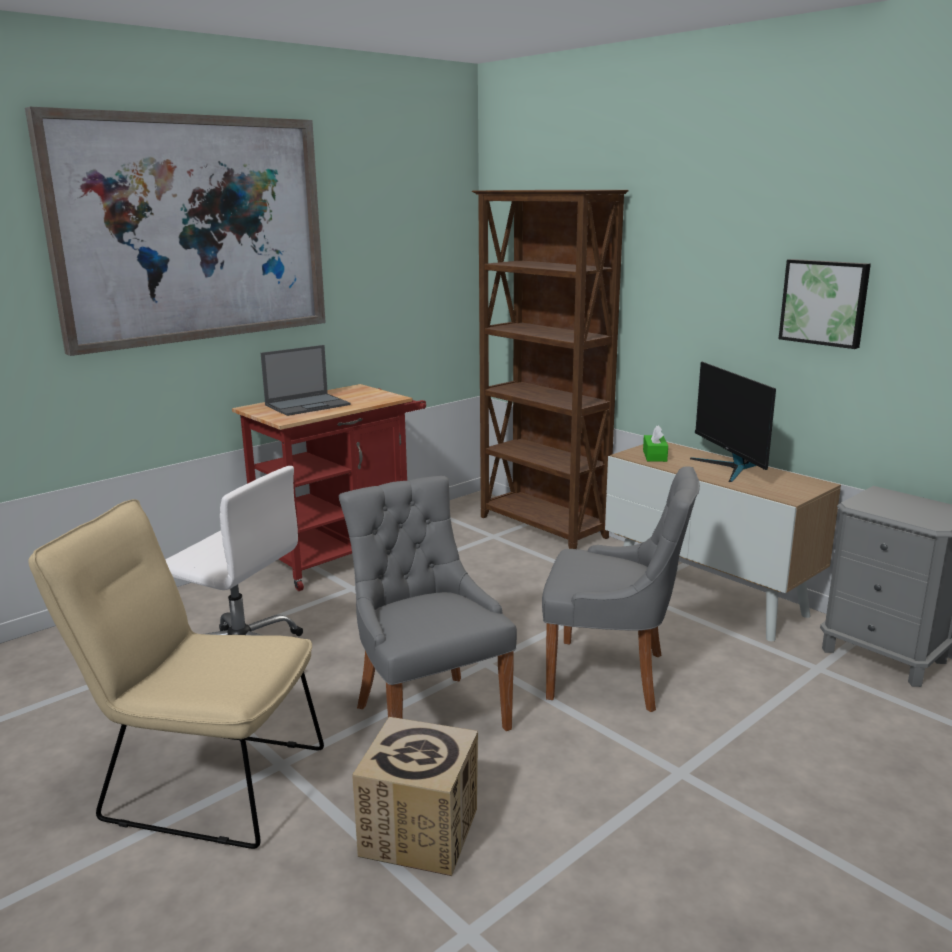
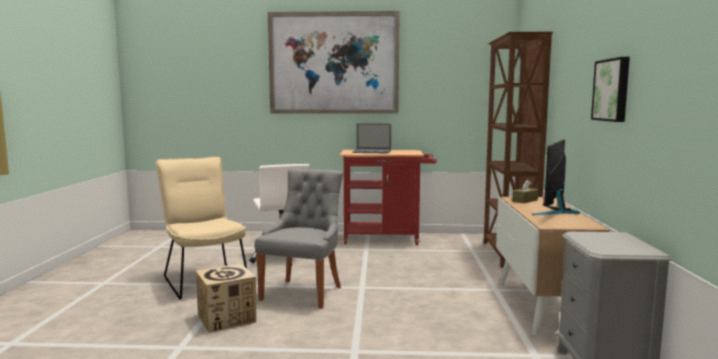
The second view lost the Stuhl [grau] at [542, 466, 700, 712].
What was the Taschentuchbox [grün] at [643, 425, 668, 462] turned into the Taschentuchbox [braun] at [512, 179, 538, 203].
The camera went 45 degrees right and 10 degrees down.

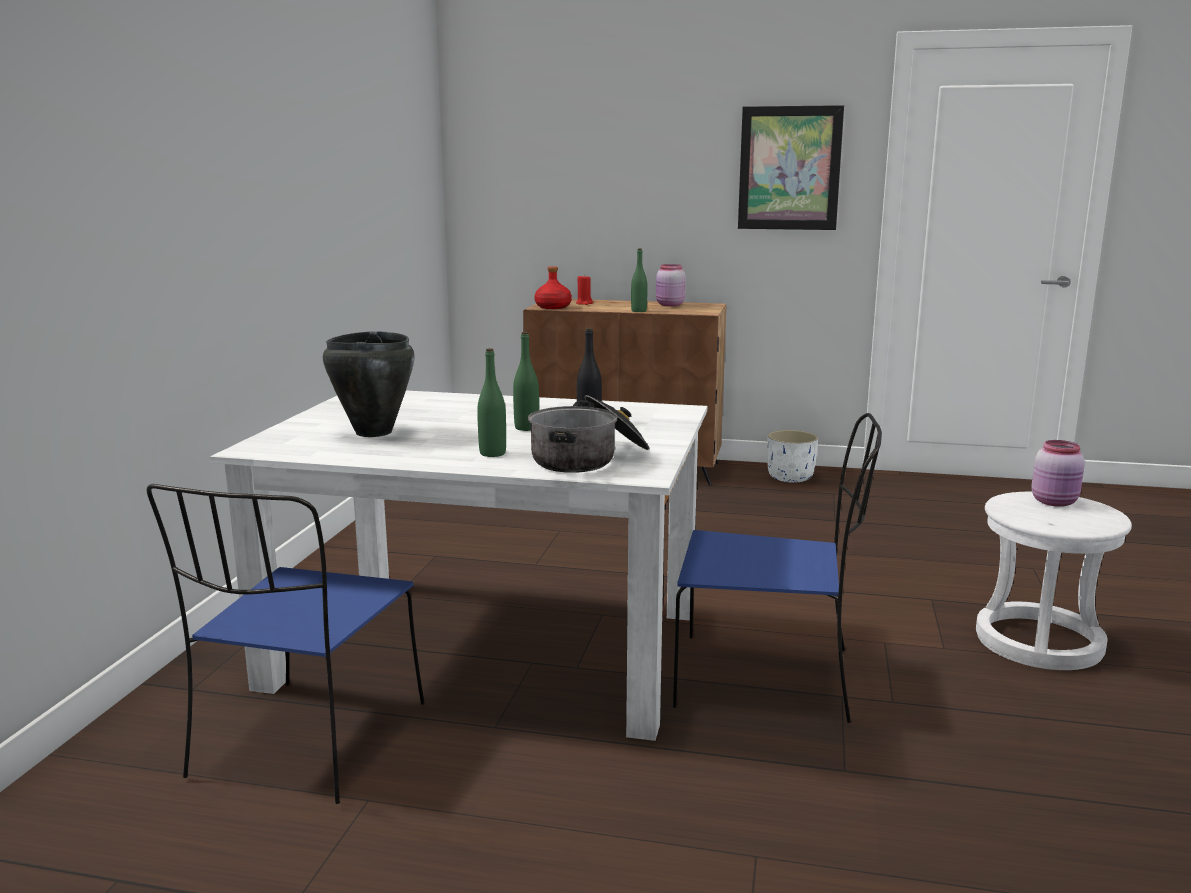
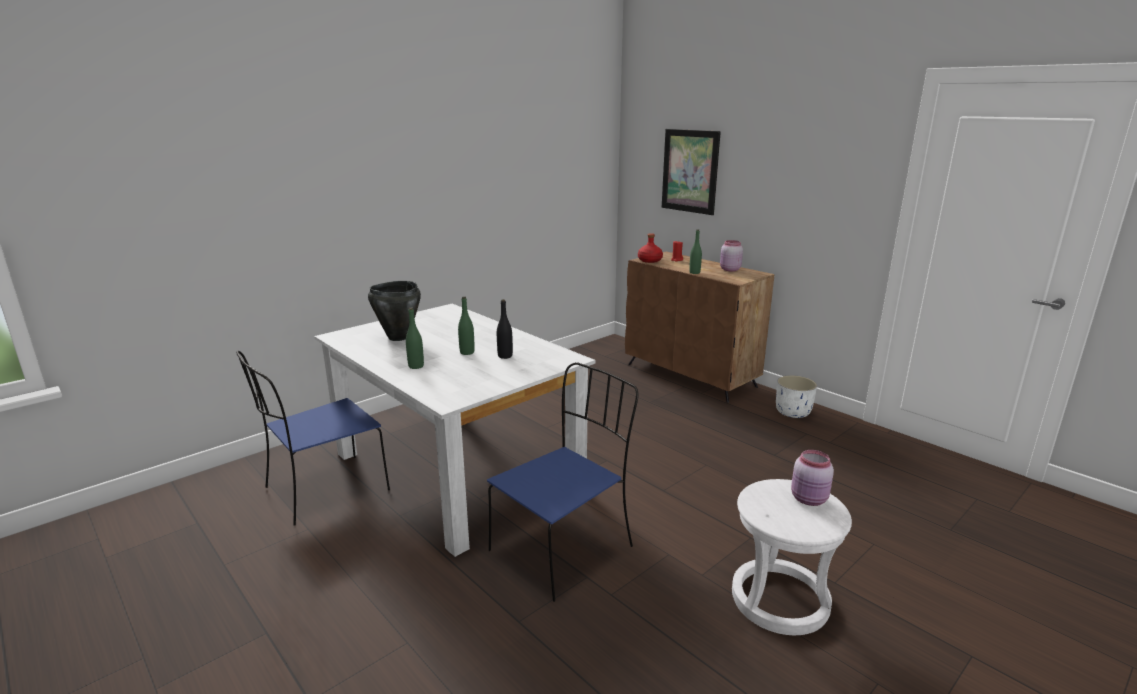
The second view lost the Kochtopf at [528, 395, 650, 473].
The Bild ended up elsewhere, having gone from [738, 105, 844, 230] to [662, 129, 721, 215].
The Stuhl [blau] at [673, 413, 882, 723] ended up facing another way, 90 degrees counterclockwise from before.
The camera went 35 degrees right and 5 degrees up.

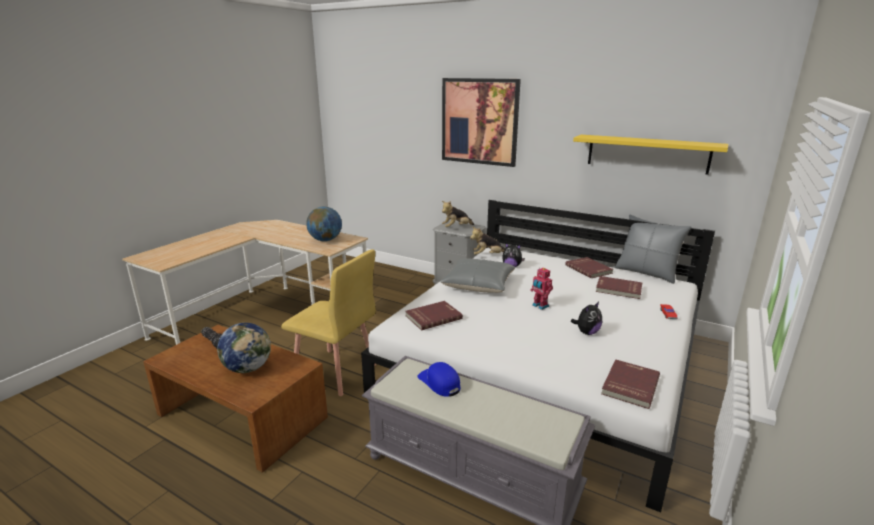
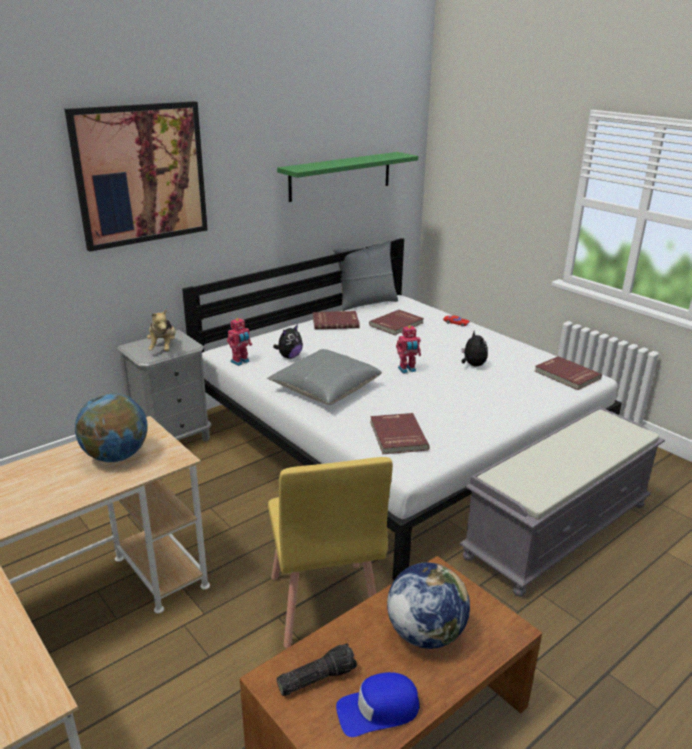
The Kappe [blau] ended up elsewhere, having gone from [417, 362, 461, 397] to [336, 672, 420, 737].
Where the Plüschtier stood at [470, 227, 505, 255], the Spielzeugroboter came to stand at [227, 318, 252, 366].
What was the Wandregal [gelb] at [573, 135, 729, 175] turned into the Wandregal [grün] at [277, 152, 418, 202].
The Stuhl [gelb] at [281, 249, 376, 396] ended up facing another way, 120 degrees clockwise from before.
The camera went 70 degrees left and 5 degrees up.

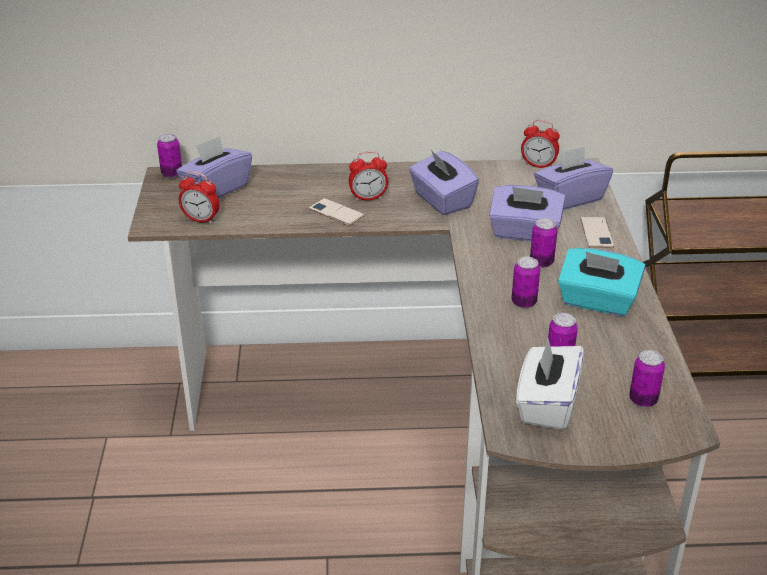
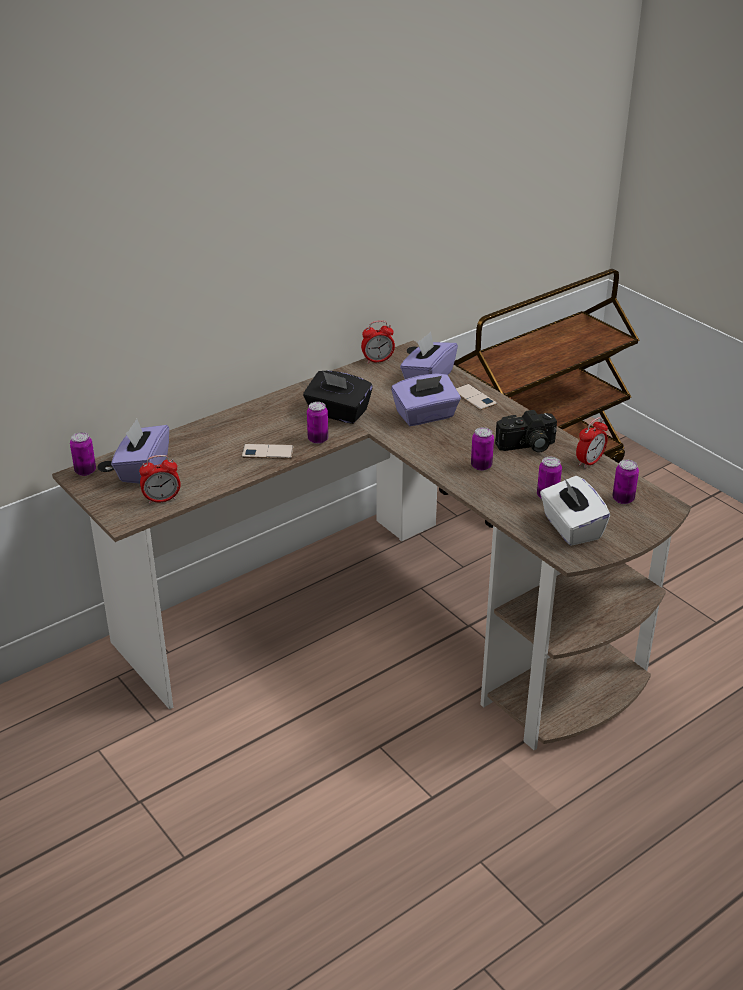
The Wecker ended up elsewhere, having gone from [349, 151, 388, 201] to [576, 417, 608, 469].
The Dose ended up elsewhere, having gone from [530, 218, 558, 268] to [307, 402, 328, 444].
Where the Taschentuchbox [türkis] stood at [558, 248, 645, 316], the Kamera came to stand at [495, 410, 557, 453].
What was the Taschentuchbox [lila] at [409, 150, 479, 215] turned into the Taschentuchbox [schwarz] at [303, 370, 373, 424].
The camera went 35 degrees left and 0 degrees up.

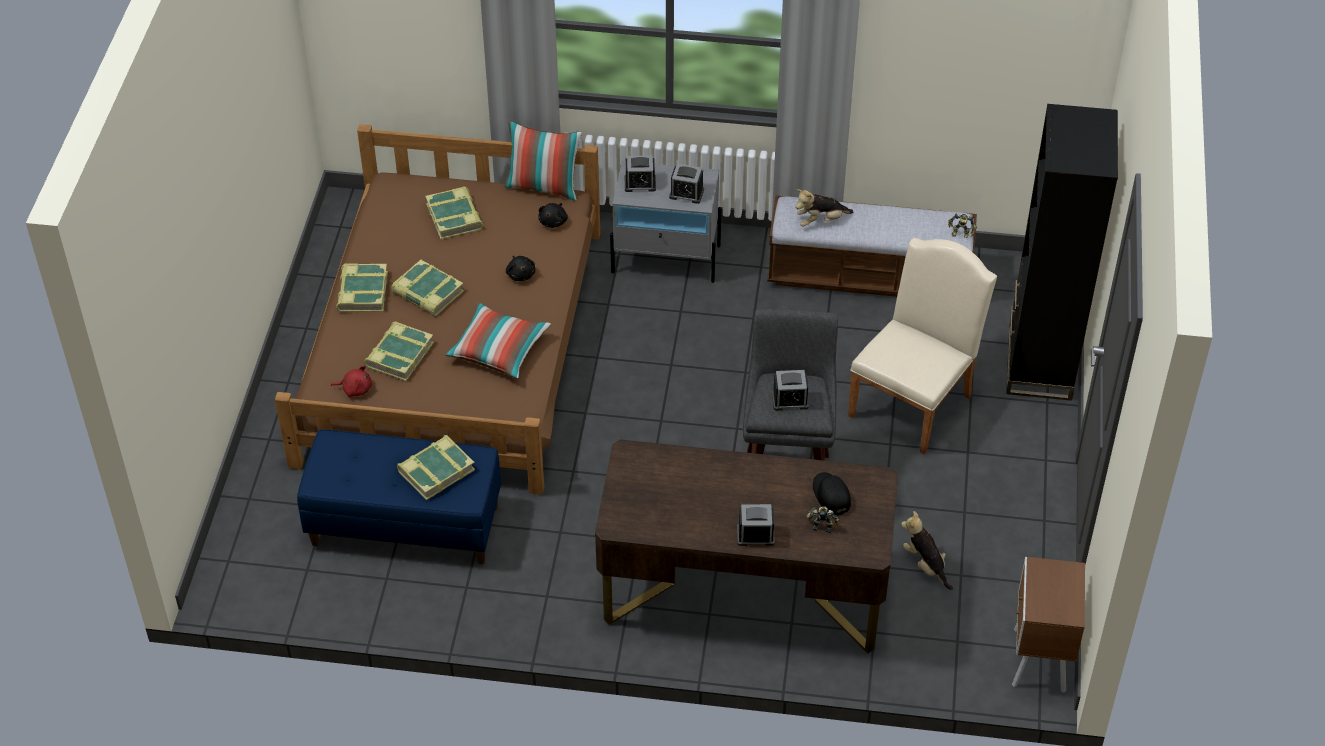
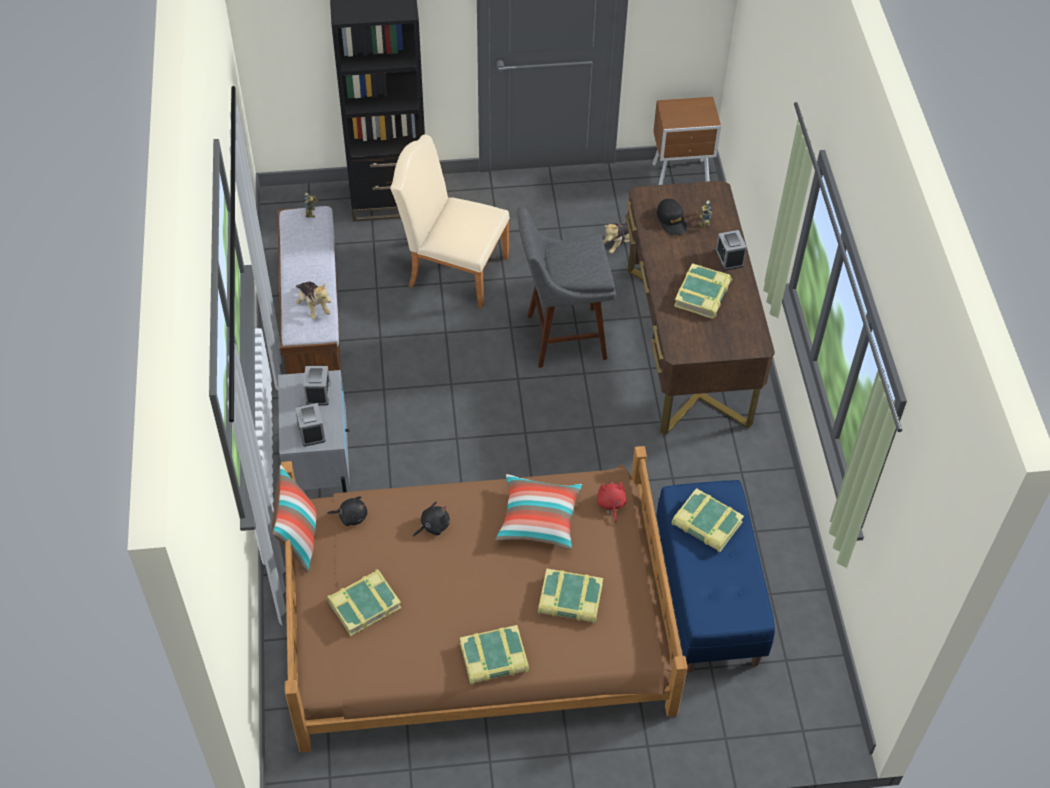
The second view lost the Wecker at [772, 370, 809, 411].
The Plüschtier [rot] ended up elsewhere, having gone from [331, 366, 372, 397] to [597, 479, 627, 523].
The Buch ended up elsewhere, having gone from [391, 260, 464, 316] to [674, 263, 732, 319].
The Kappe [schwarz] at [813, 472, 851, 516] ended up facing another way, 75 degrees counterclockwise from before.
The camera went 105 degrees left and 5 degrees up.

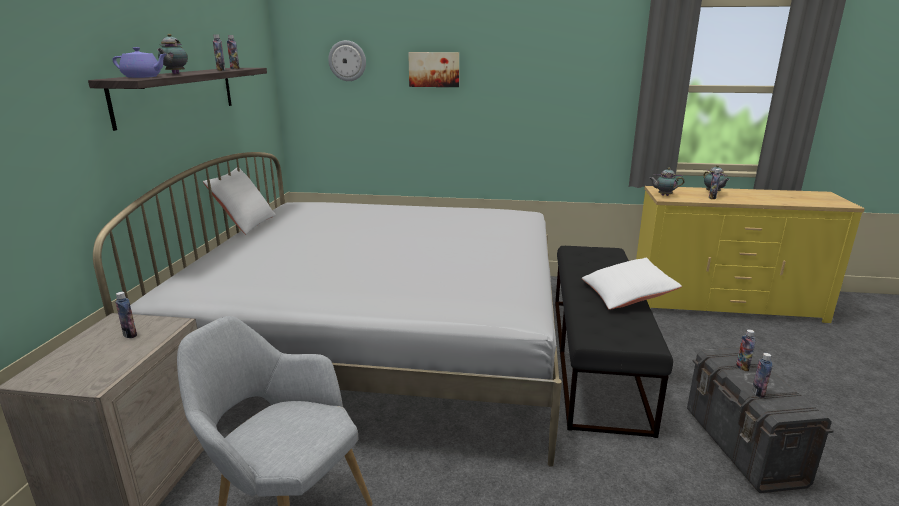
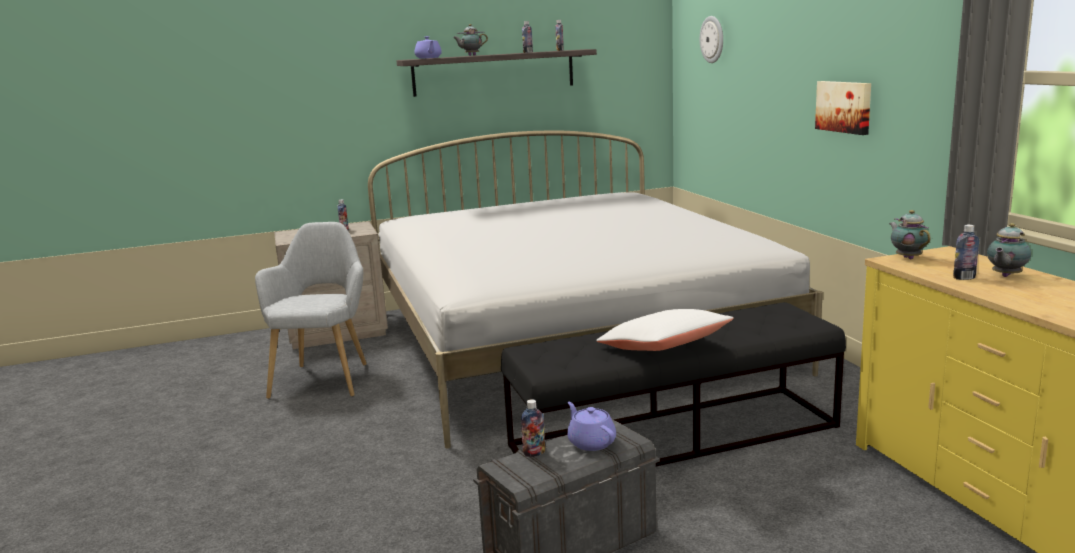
The second view lost the Kissen [weiß] at [203, 168, 276, 234].
The Bild ended up elsewhere, having gone from [408, 52, 459, 87] to [815, 81, 871, 135].
Where the Flasche stood at [736, 329, 756, 371], the Teekanne [lila] came to stand at [567, 402, 616, 451].
The camera went 65 degrees right and 5 degrees down.

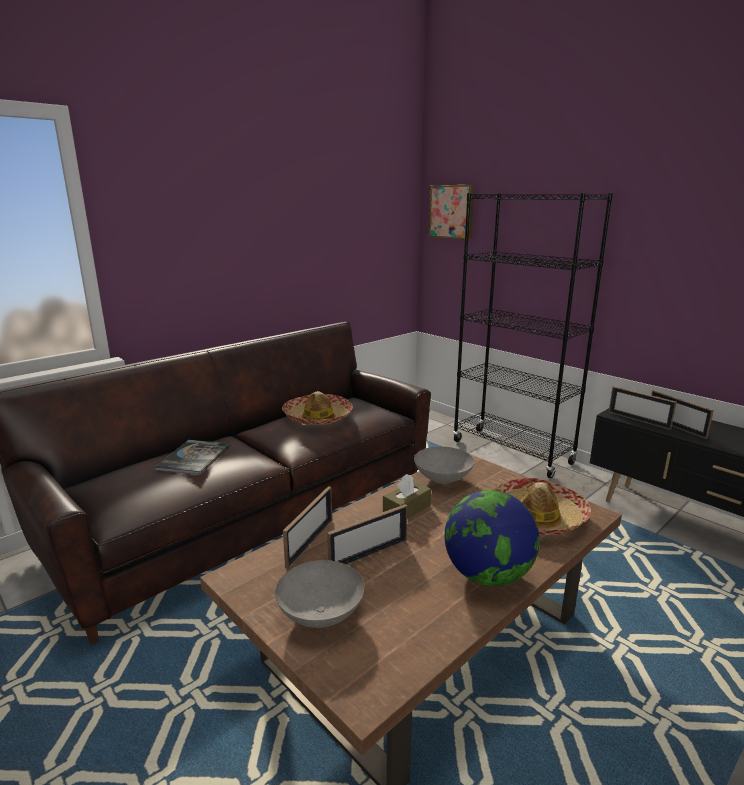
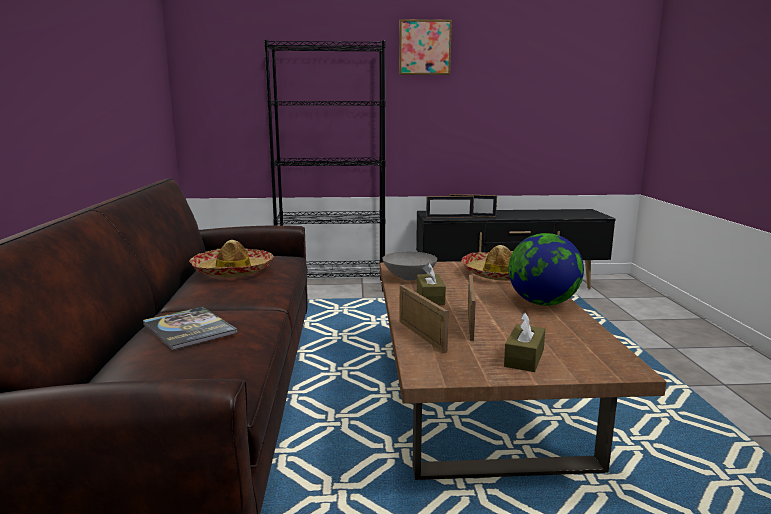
The Bild ended up elsewhere, having gone from [429, 185, 475, 239] to [399, 19, 452, 75].
Where the Schüssel [grau] stood at [275, 560, 365, 628], the Taschentuchbox [braun] came to stand at [504, 313, 545, 372].
The camera went 50 degrees left and 5 degrees down.

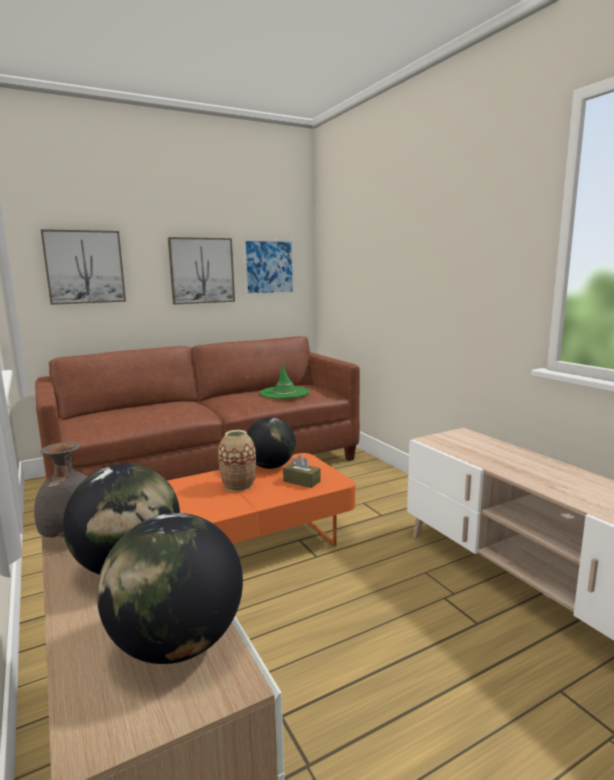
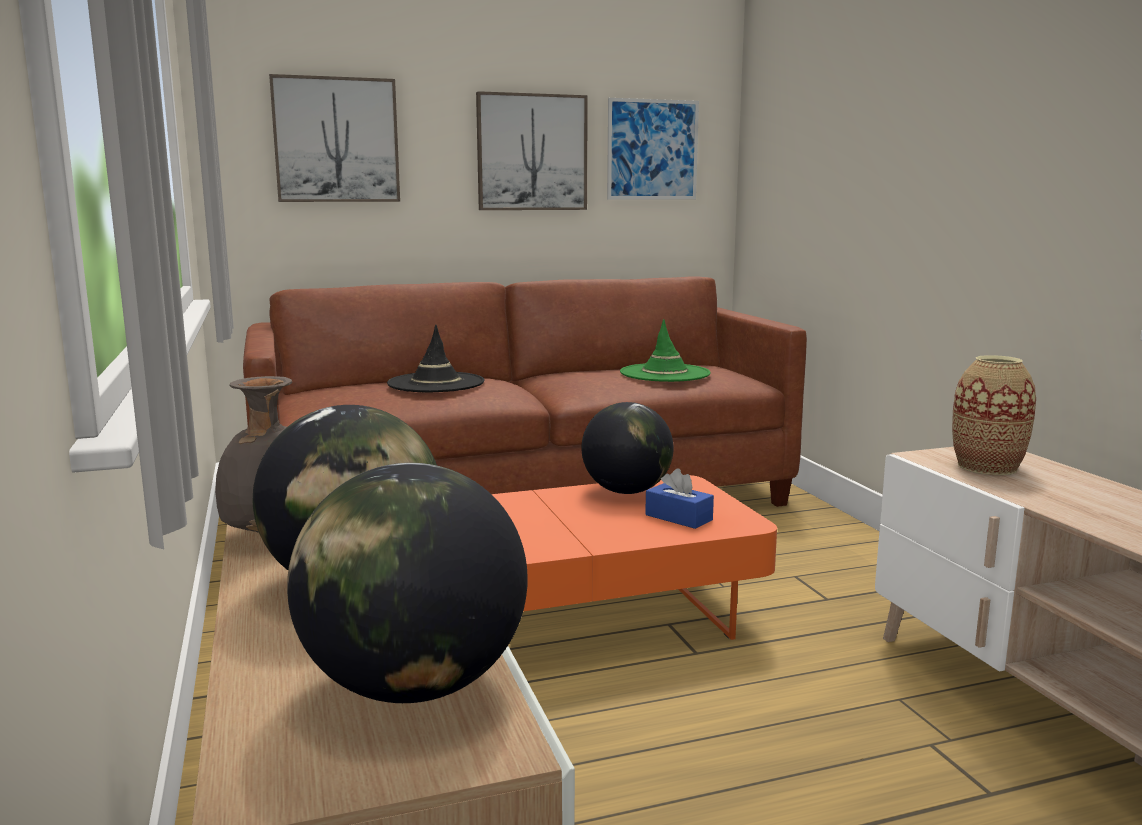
The second view gained the Hut [schwarz] at [387, 325, 484, 392].
The Vase ended up elsewhere, having gone from [218, 430, 256, 492] to [952, 355, 1036, 475].
What was the Taschentuchbox [braun] at [283, 455, 321, 488] turned into the Taschentuchbox [blau] at [645, 468, 714, 529].
The camera went 10 degrees right and 0 degrees up.

